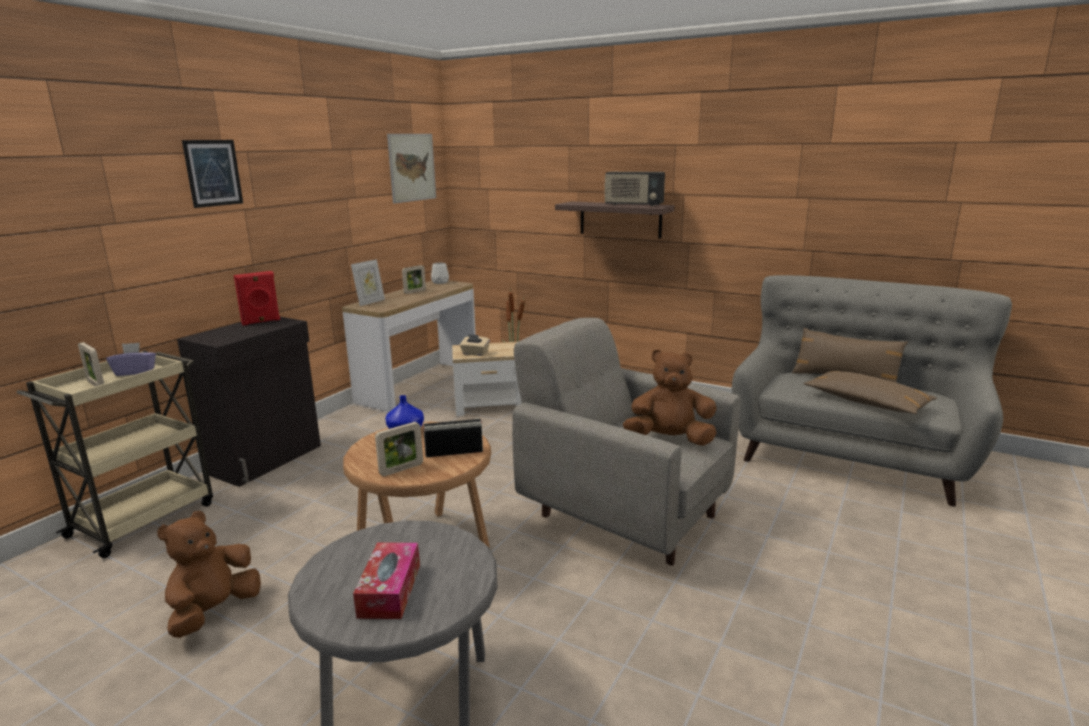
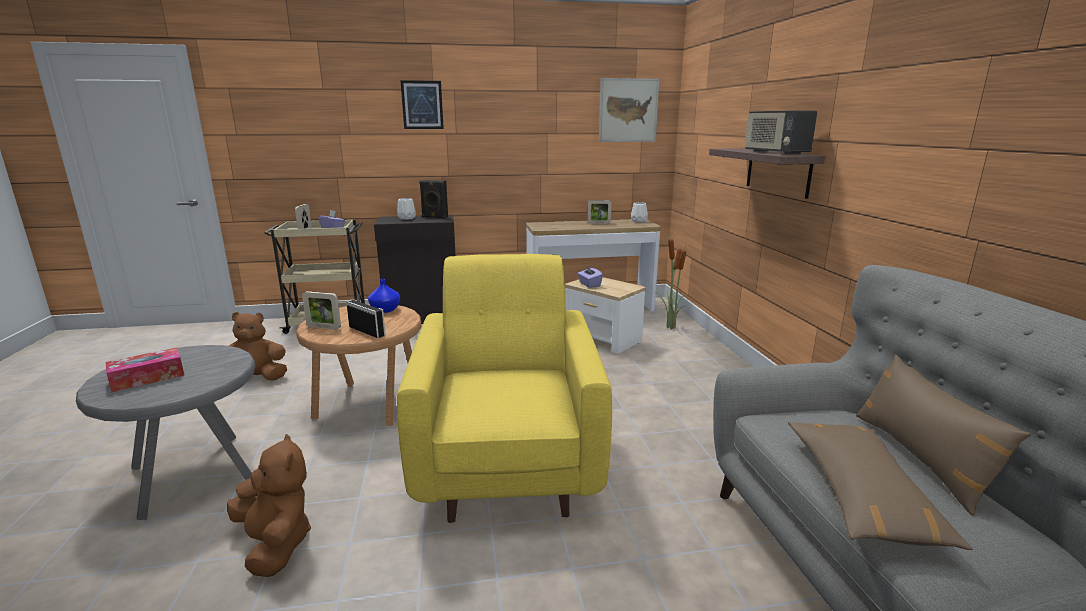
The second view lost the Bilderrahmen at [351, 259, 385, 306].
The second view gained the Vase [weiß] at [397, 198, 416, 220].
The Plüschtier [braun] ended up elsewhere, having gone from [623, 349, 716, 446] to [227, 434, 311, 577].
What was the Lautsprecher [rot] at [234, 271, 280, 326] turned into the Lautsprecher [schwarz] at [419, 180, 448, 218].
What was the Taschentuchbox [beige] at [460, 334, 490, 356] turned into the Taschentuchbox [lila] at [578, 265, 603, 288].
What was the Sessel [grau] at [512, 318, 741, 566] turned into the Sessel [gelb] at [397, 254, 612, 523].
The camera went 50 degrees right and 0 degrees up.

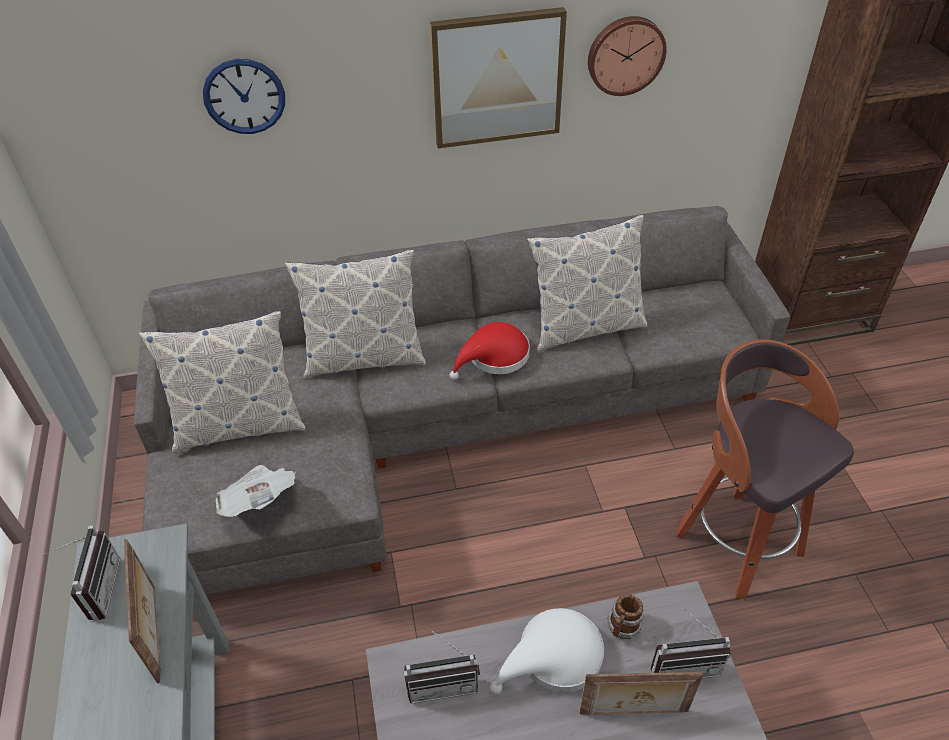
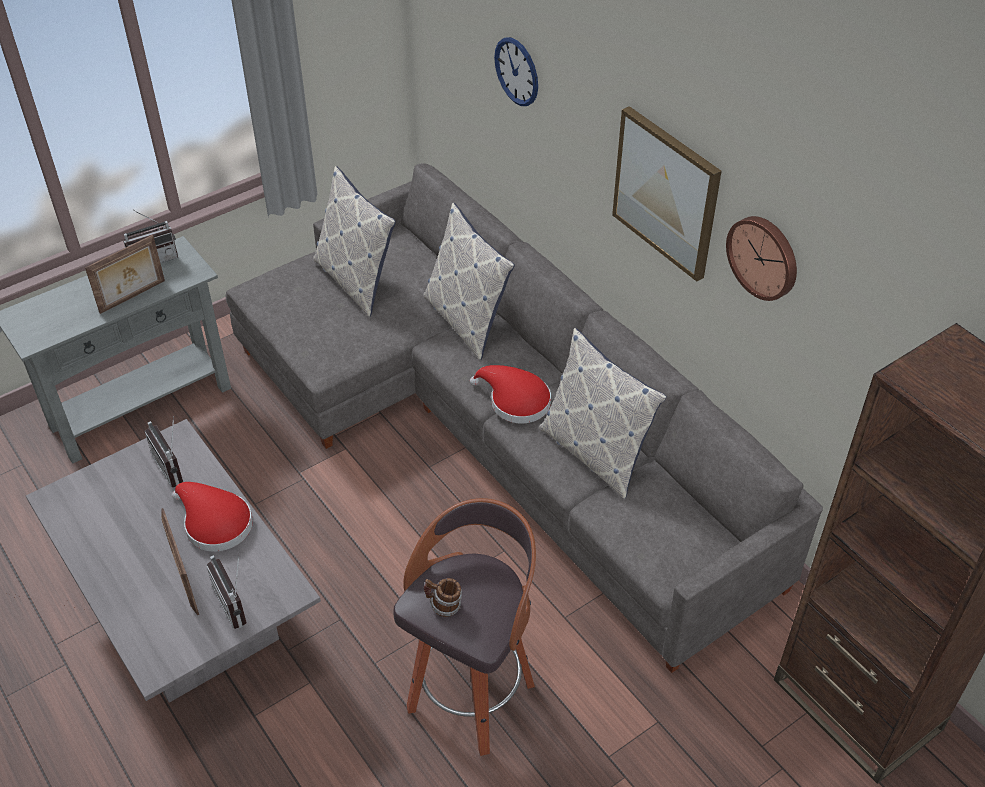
The second view lost the Zeitung at [215, 465, 295, 517].
The Henkelbecher ended up elsewhere, having gone from [607, 594, 644, 639] to [424, 578, 462, 617].
What was the Hut [weiß] at [490, 608, 604, 694] turned into the Hut [rot] at [172, 482, 253, 552].
The camera went 65 degrees right and 0 degrees up.

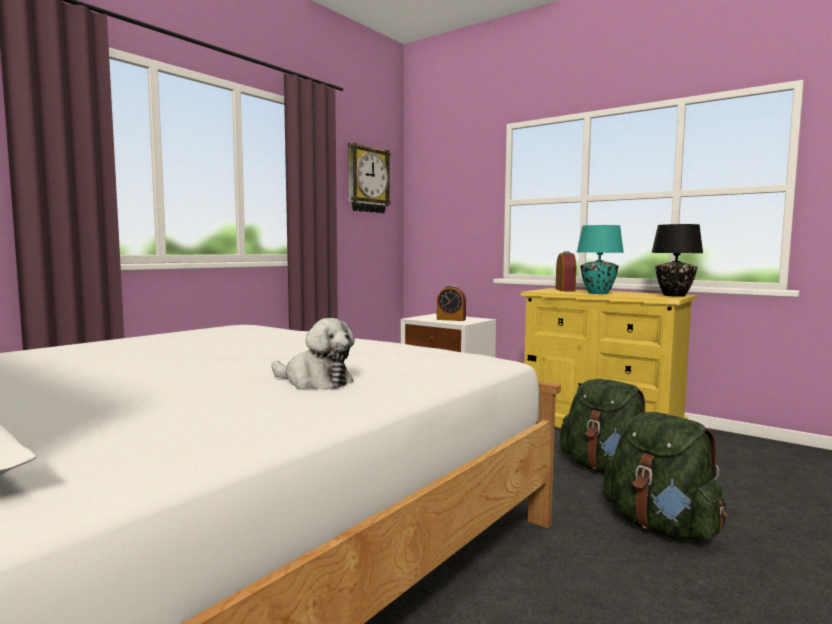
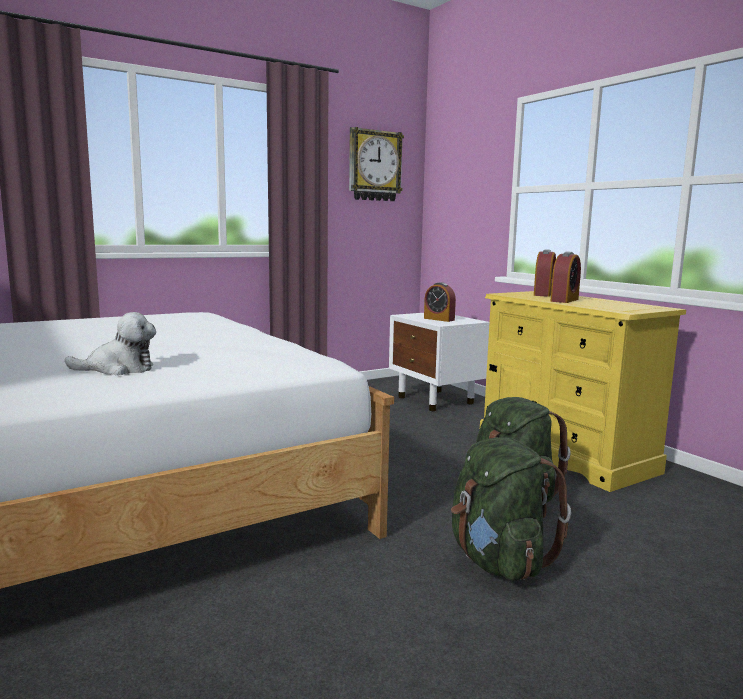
The second view lost the Tischlampe [schwarz] at [651, 224, 703, 297].
Where the Tischlampe [türkis] stood at [577, 225, 624, 294], the Wecker came to stand at [550, 252, 581, 303].
The Plüschtier at [271, 318, 355, 390] ended up facing another way, 60 degrees counterclockwise from before.
The camera went 20 degrees right and 5 degrees up.

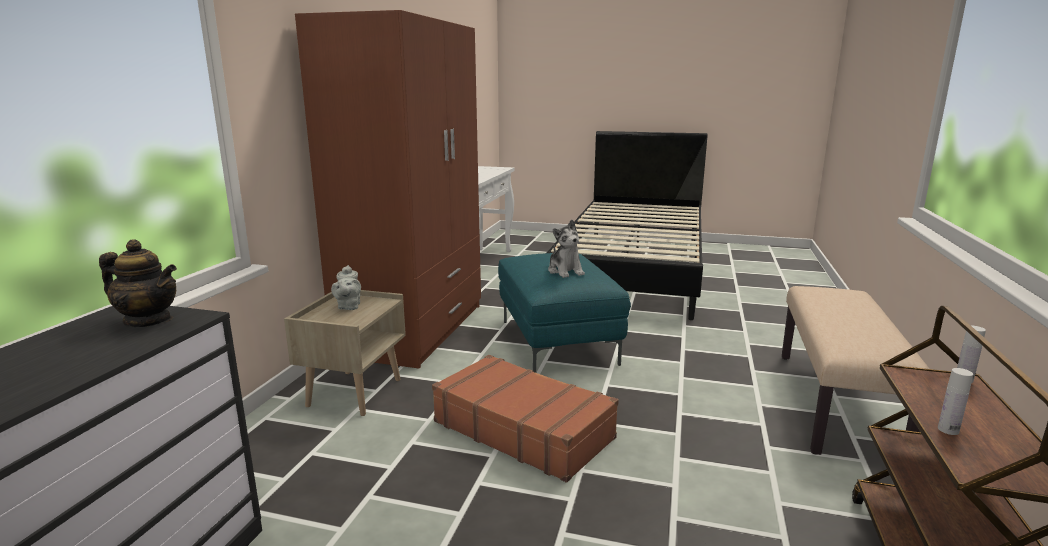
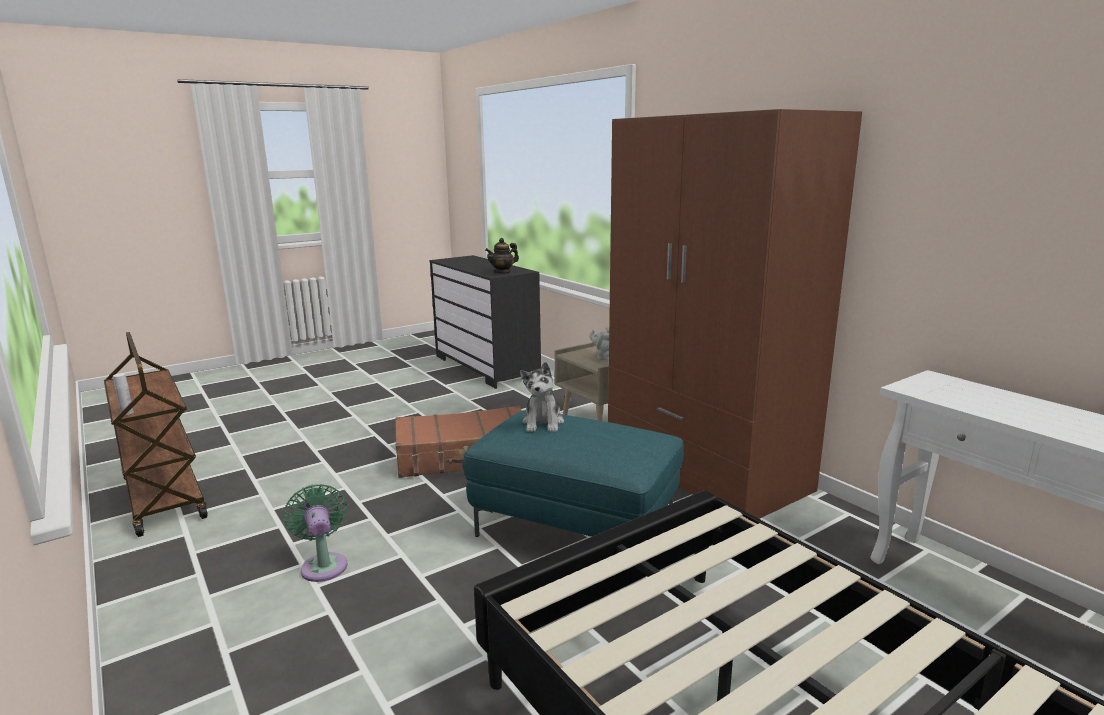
The second view lost the Bank [beige] at [782, 286, 929, 455].
The second view lost the Flasche [weiß] at [938, 368, 973, 435].
The second view gained the Ventilator [grün] at [284, 484, 347, 582].
The Plüschtier at [548, 220, 585, 278] ended up facing another way, 105 degrees counterclockwise from before.
The camera went 130 degrees right and 0 degrees up.

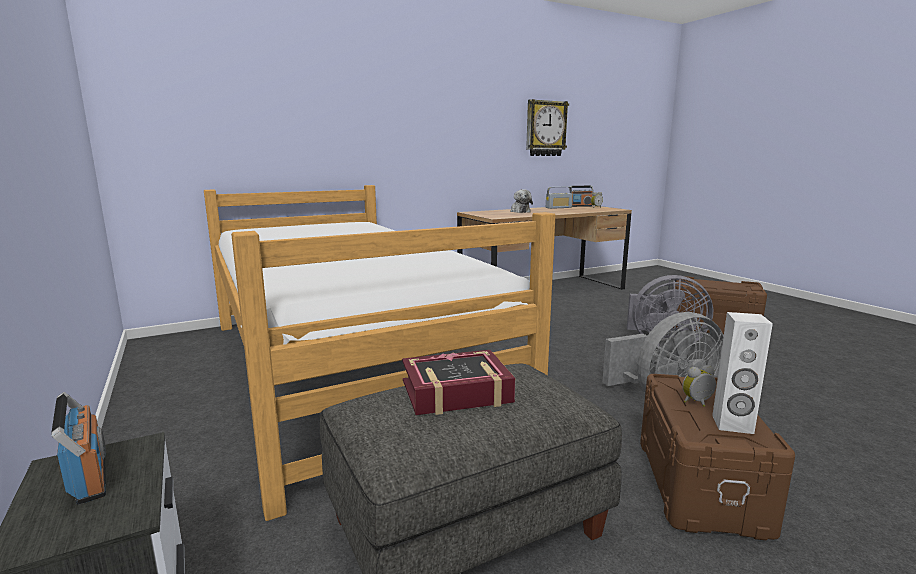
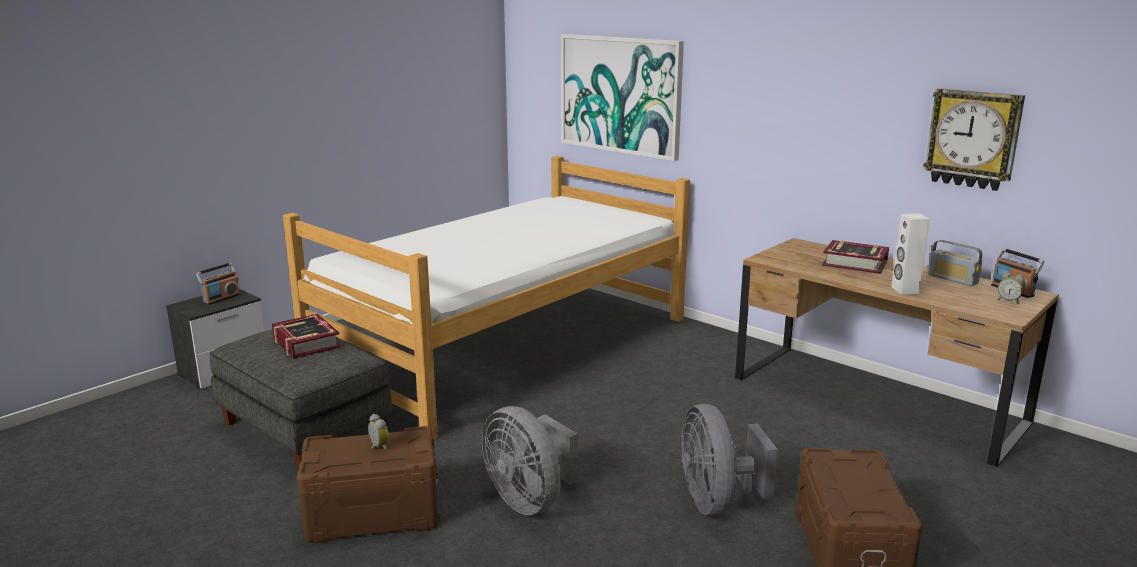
The second view gained the Bild at [561, 34, 684, 161].
The Lautsprecher [weiß] ended up elsewhere, having gone from [712, 312, 773, 434] to [891, 213, 930, 294].
Where the Plüschtier stood at [510, 189, 533, 213], the Buch came to stand at [822, 240, 889, 274].
The camera went 70 degrees right and 5 degrees up.

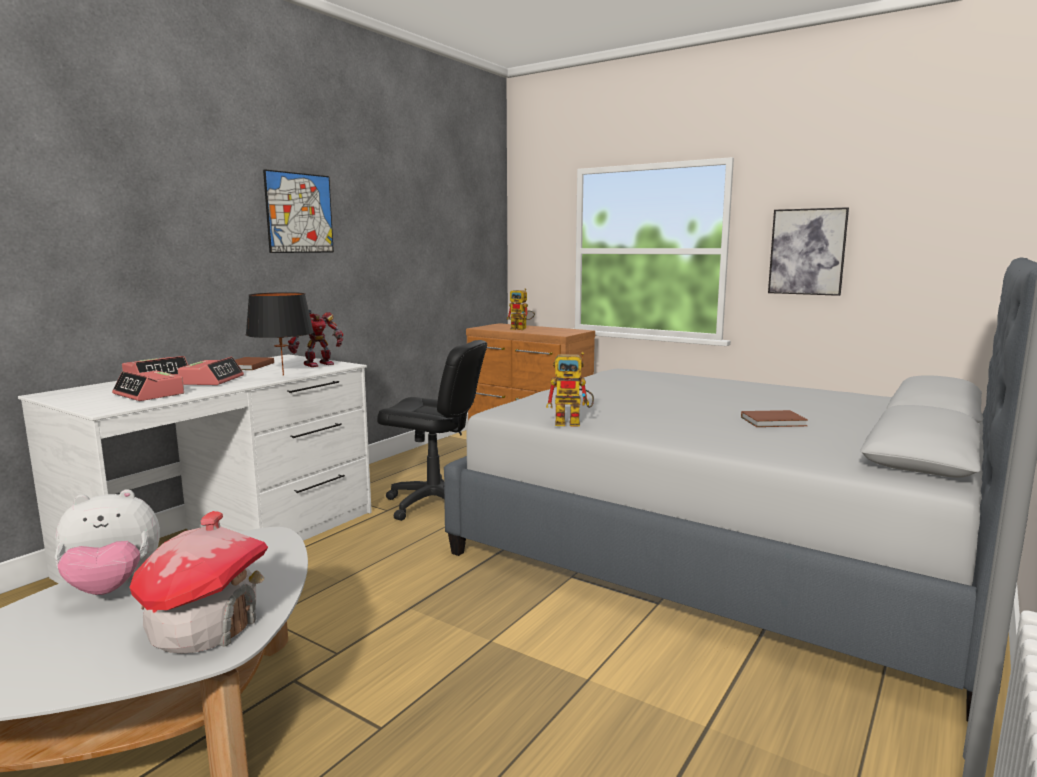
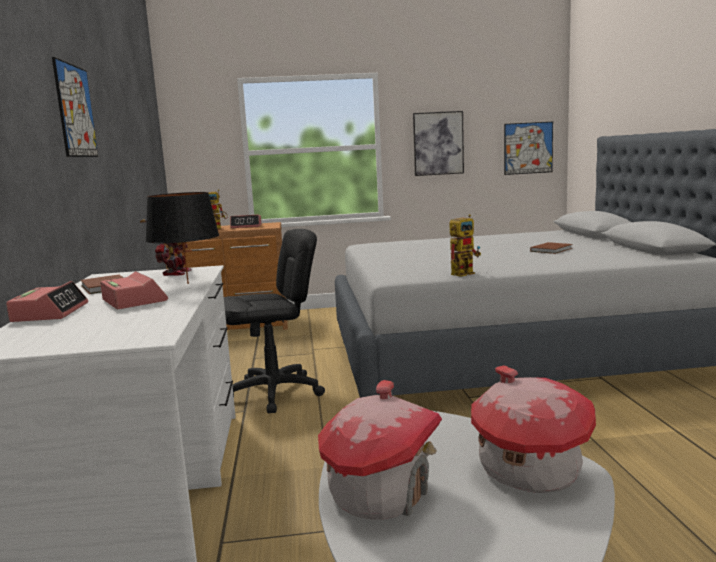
The second view gained the Bild at [504, 122, 553, 175].
The Wecker ended up elsewhere, having gone from [112, 371, 184, 401] to [230, 215, 262, 228].
Where the Plüschtier stood at [55, 489, 160, 595], the Spielzeughaus came to stand at [318, 380, 442, 519].
The camera went 40 degrees left and 0 degrees up.

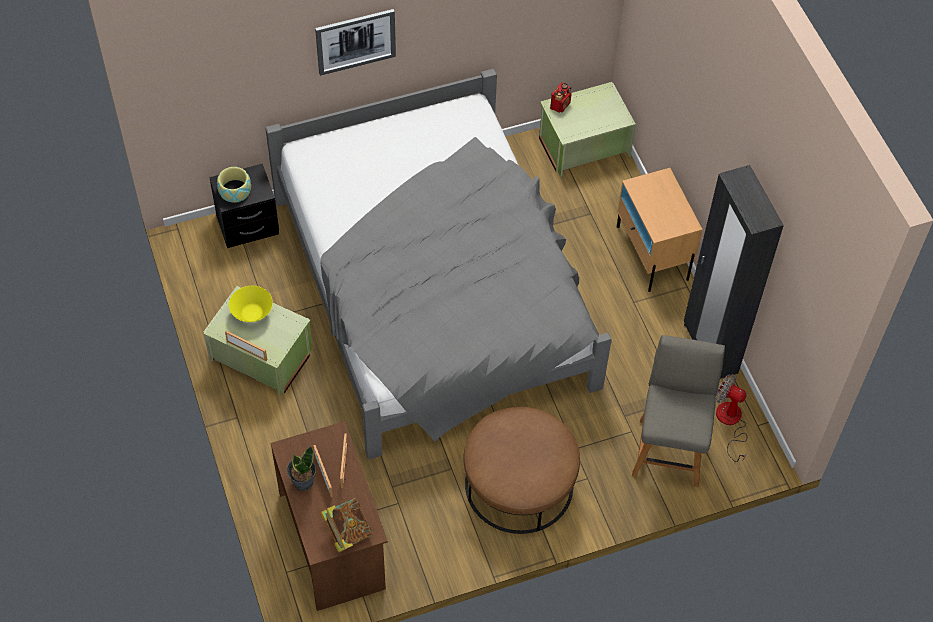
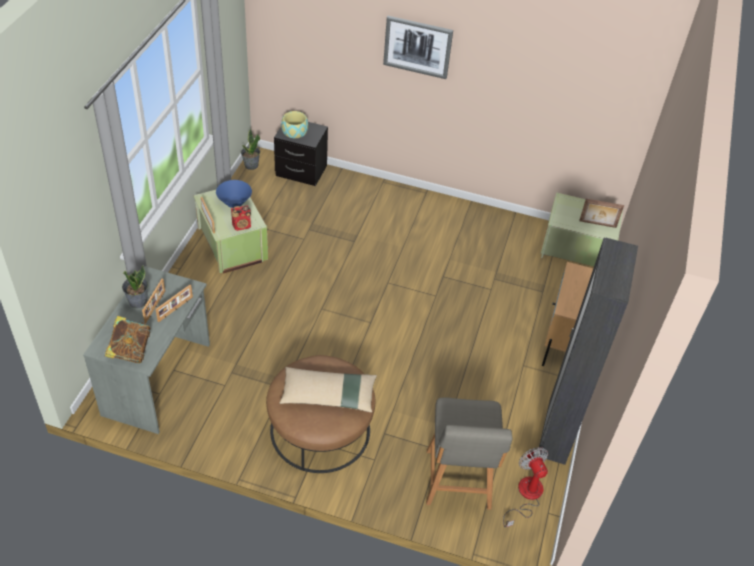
The second view lost the Bett [grau] at [265, 69, 612, 460].
The second view gained the Topfpflanze at [241, 128, 260, 170].
The second view gained the Kissen [beige] at [279, 367, 377, 413].
The second view gained the Bilderrahmen at [579, 199, 624, 228].
The Radio ended up elsewhere, having gone from [550, 82, 572, 113] to [231, 205, 251, 231].
What was the Schüssel [gelb] at [229, 286, 273, 322] turned into the Schüssel [blau] at [216, 180, 252, 208].
What was the Schreibtisch [braun] at [270, 421, 388, 611] turned into the Schreibtisch [grau] at [83, 266, 210, 434].
The Stuhl [grau] at [632, 335, 725, 487] ended up facing another way, 135 degrees clockwise from before.
The camera went 35 degrees right and 10 degrees down.

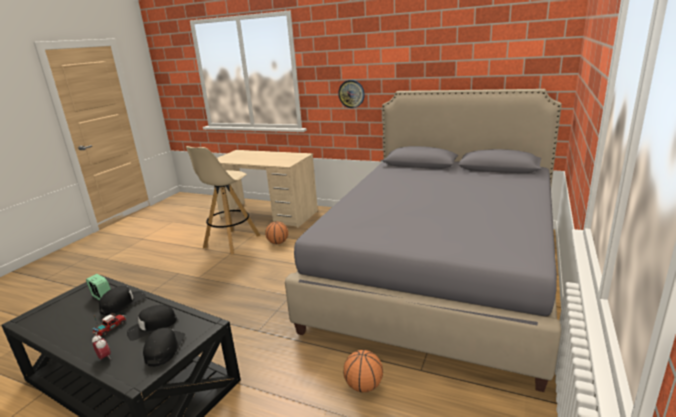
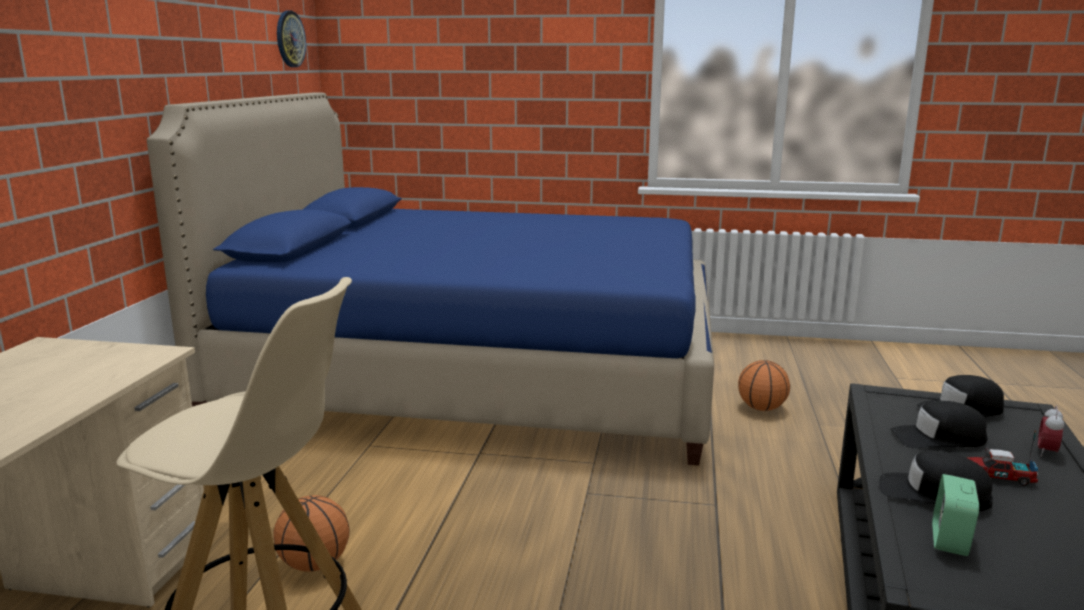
The Wanduhr ended up elsewhere, having gone from [338, 80, 365, 108] to [277, 11, 306, 67].
What was the Bett [grau] at [285, 89, 562, 392] turned into the Bett [blau] at [147, 92, 714, 465].
The Kappe [schwarz] at [127, 305, 177, 341] ended up facing another way, 135 degrees clockwise from before.
The camera went 105 degrees left and 5 degrees down.

